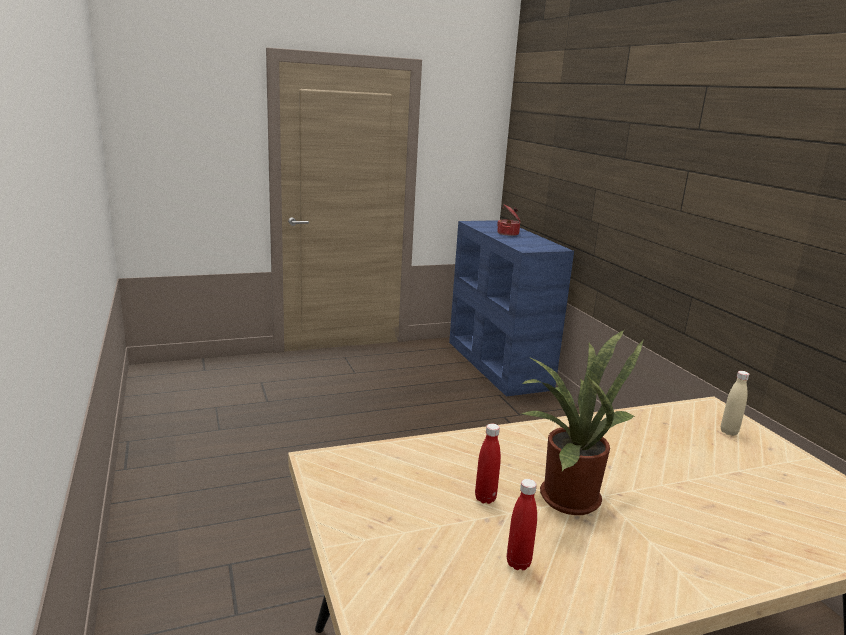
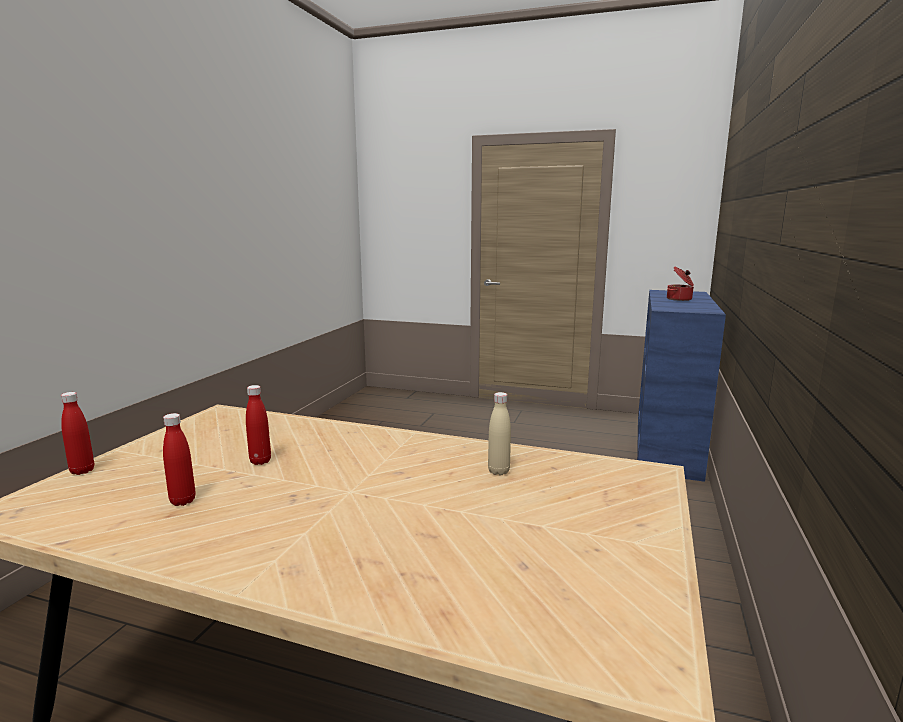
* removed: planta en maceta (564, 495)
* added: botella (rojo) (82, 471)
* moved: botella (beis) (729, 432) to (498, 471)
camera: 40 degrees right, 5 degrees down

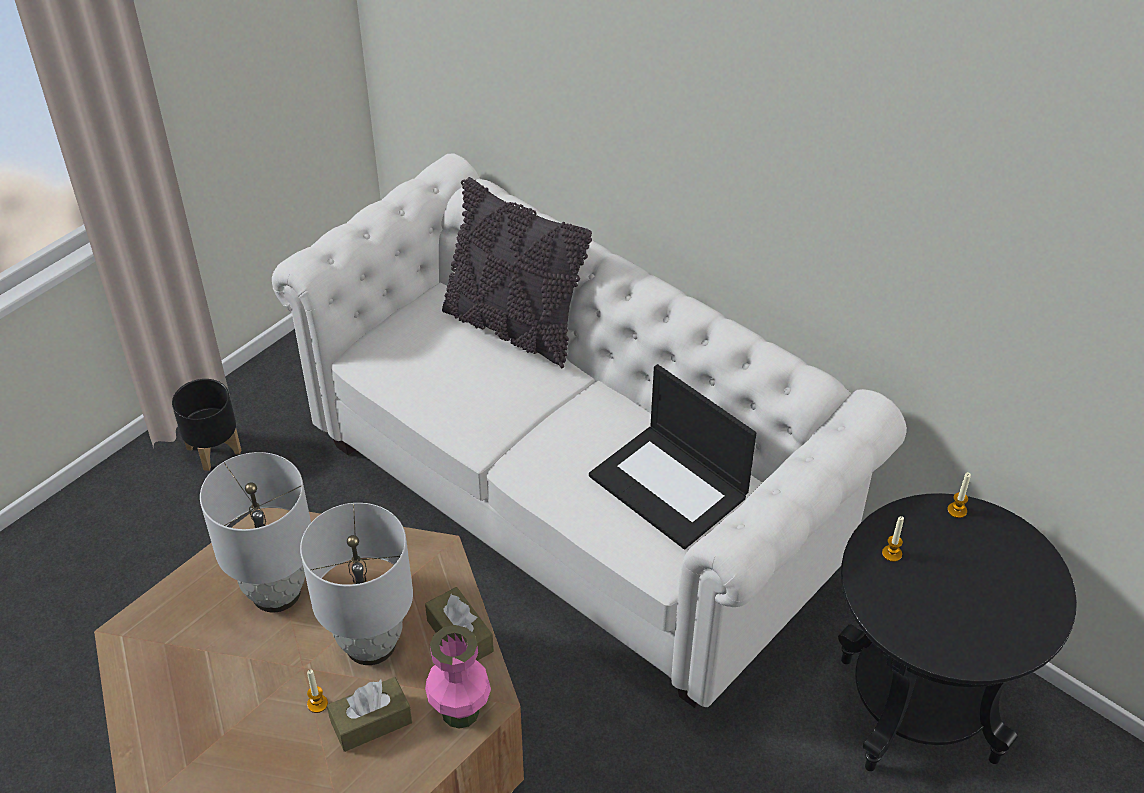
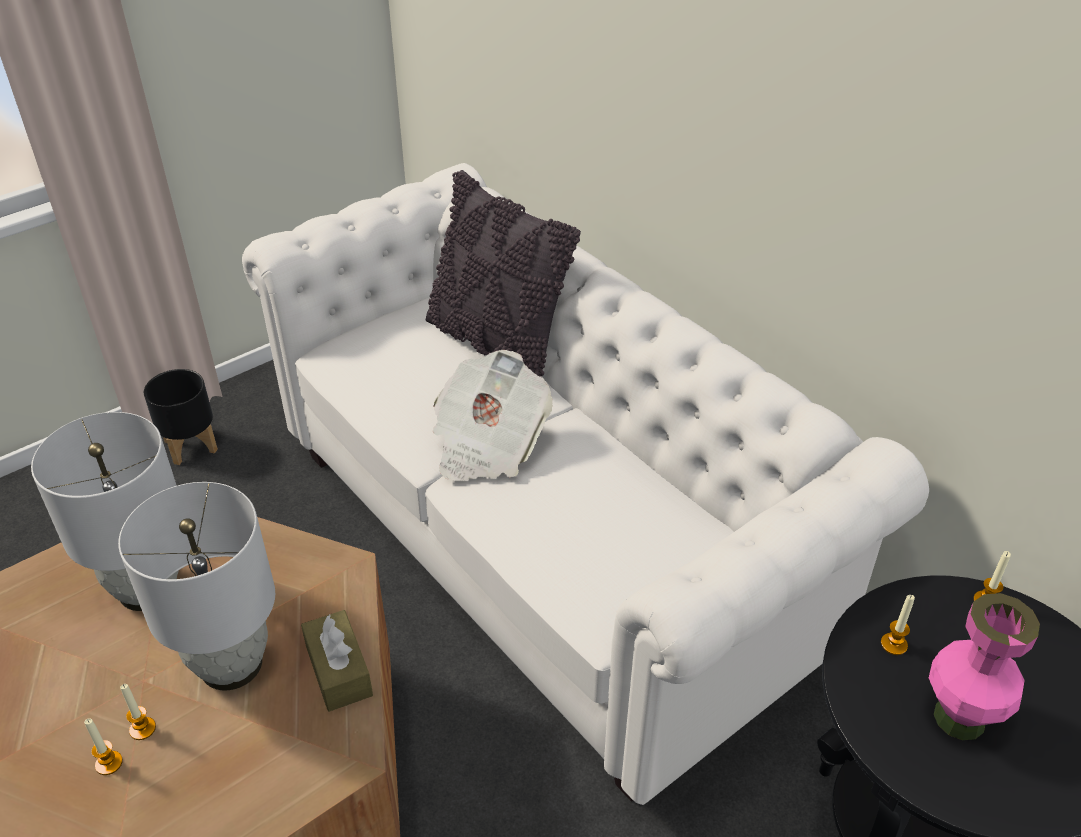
* removed: caja de pañuelos (marrón) (371, 722)
* removed: portátil (670, 486)
* added: vela (109, 763)
* added: periódico (488, 443)
* moved: florero (rosa) (461, 711) to (960, 718)
camera: 10 degrees right, 5 degrees down

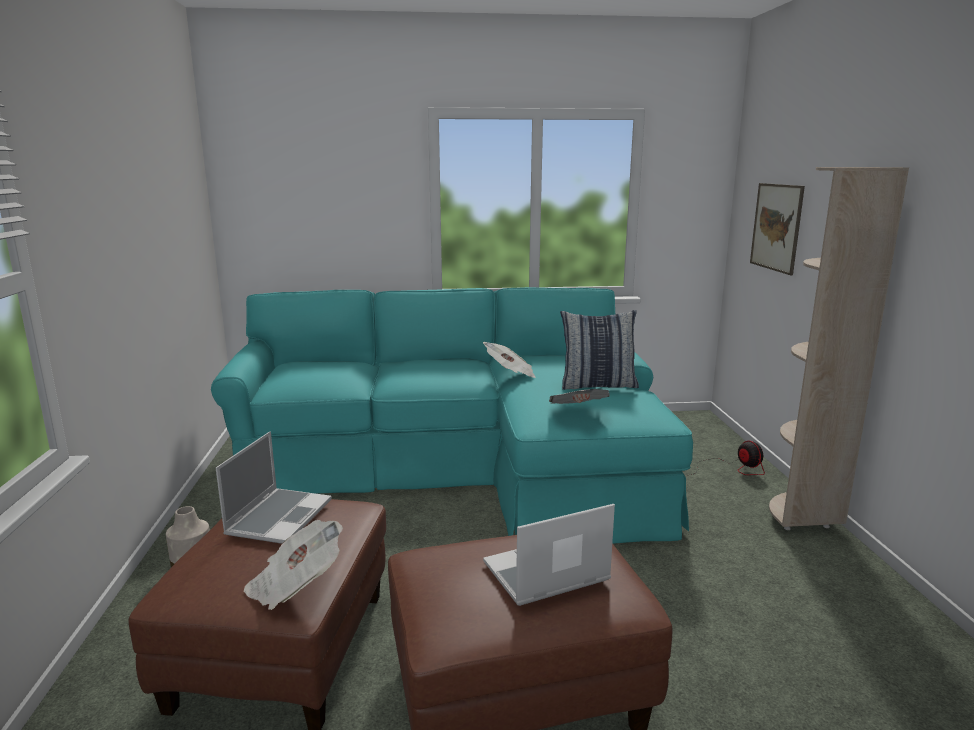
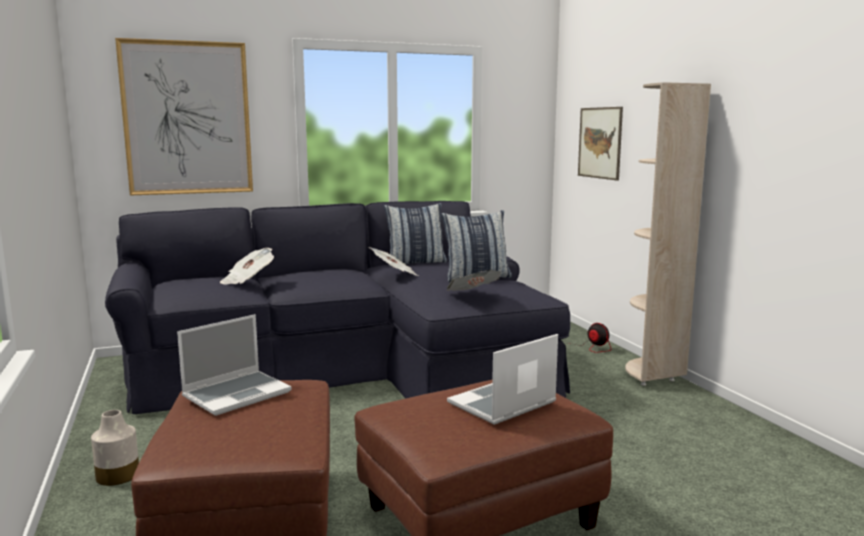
* added: cuadro (187, 118)
* added: cojín (416, 262)
* moved: periódico (295, 585) to (247, 280)
* recoloured: sofá (turquesa) (464, 465) to sofá (negro) (351, 368)
* turned: portátil (279, 517) = (237, 394) 45 degrees clockwise
camera: 15 degrees left, 5 degrees down

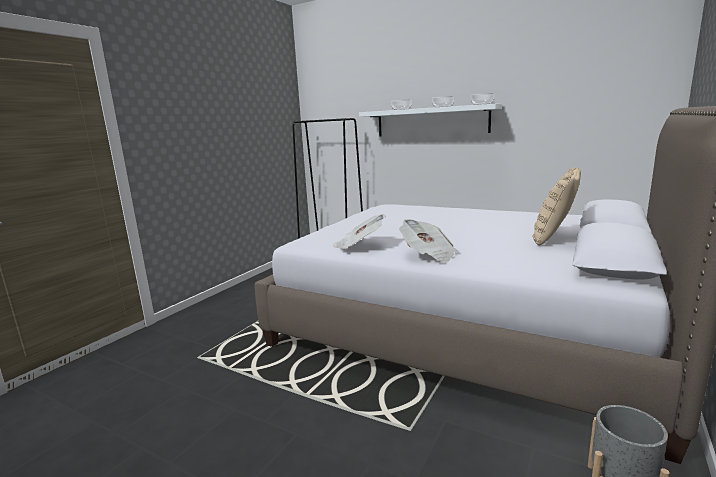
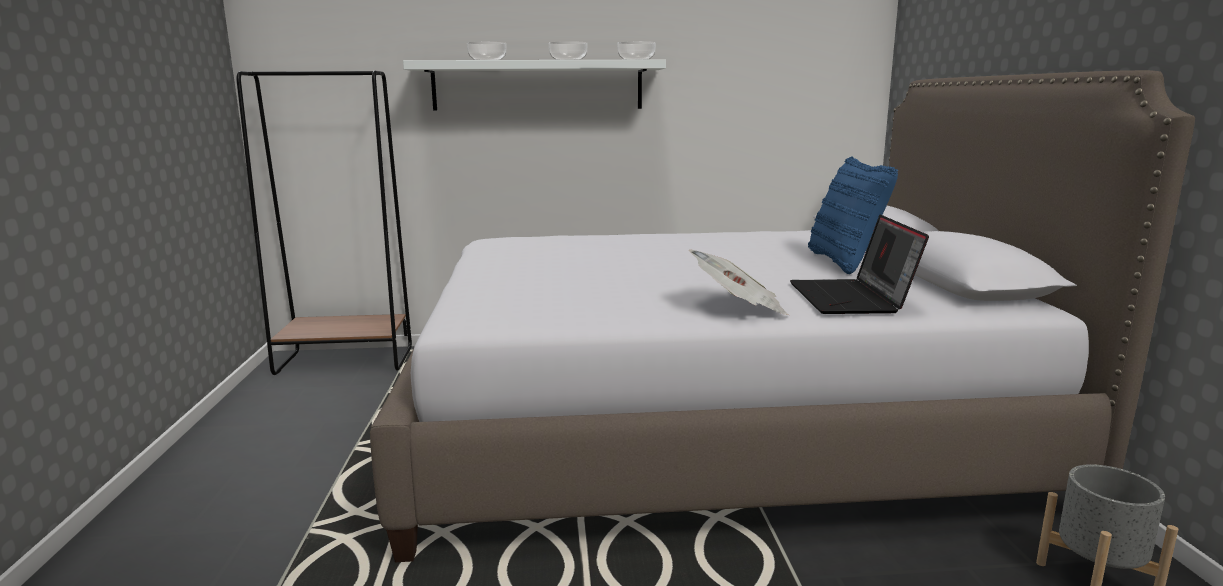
* removed: periódico (359, 246)
* added: portátil (852, 299)
* recoloured: cojín (beis) (554, 238) to cojín (azul) (845, 263)
camera: 35 degrees left, 0 degrees up

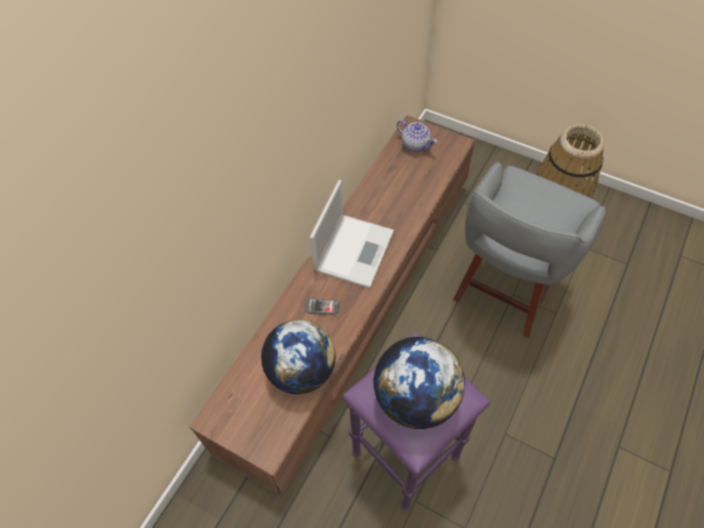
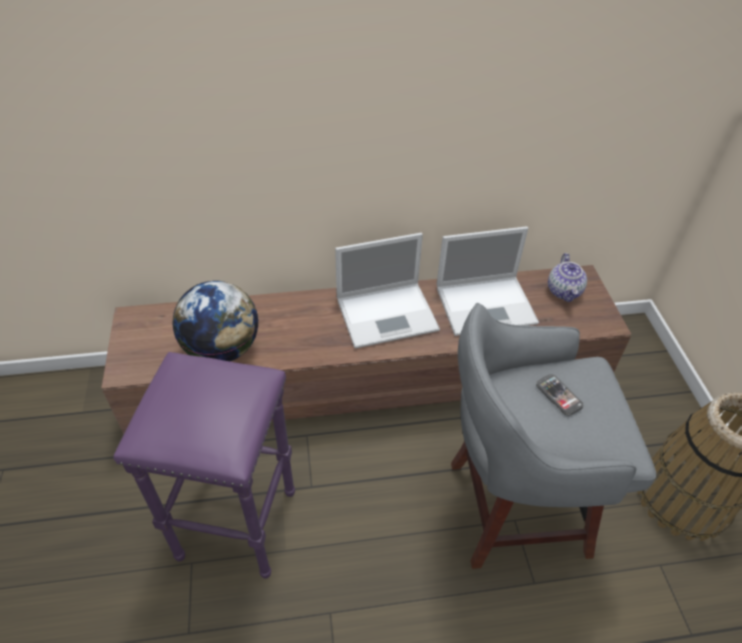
* removed: globo terráqueo (416, 399)
* added: portátil (487, 305)
* moved: móvil (322, 307) to (558, 395)
camera: 50 degrees right, 10 degrees down

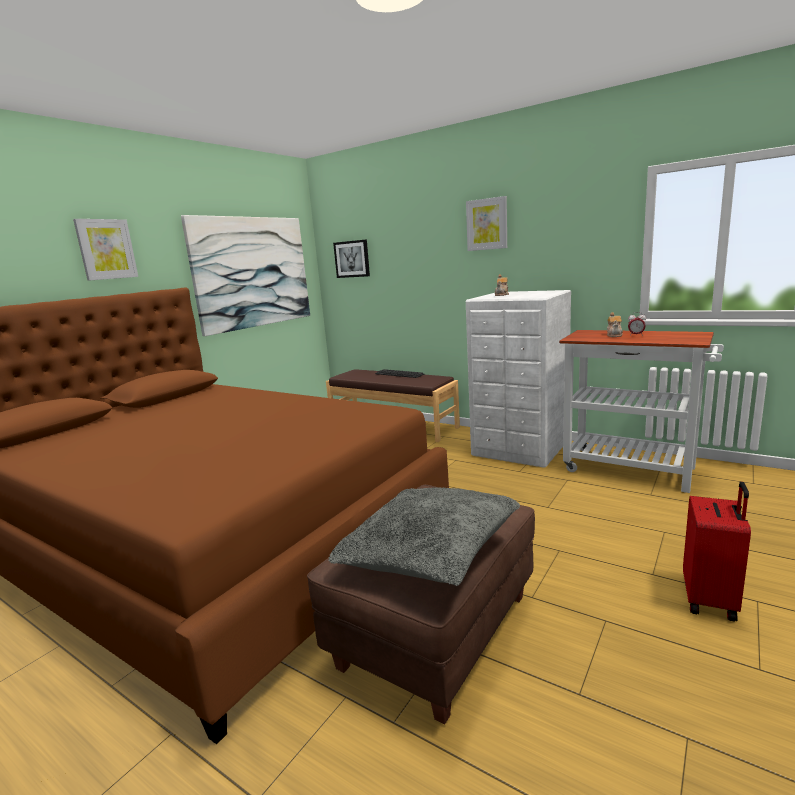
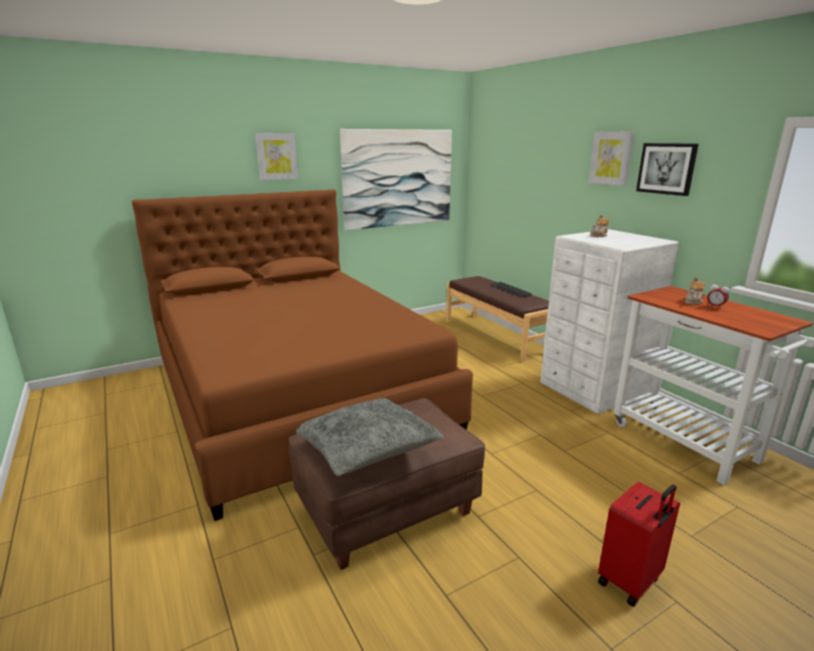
* moved: cuadro (352, 259) to (666, 168)
camera: 25 degrees right, 5 degrees up

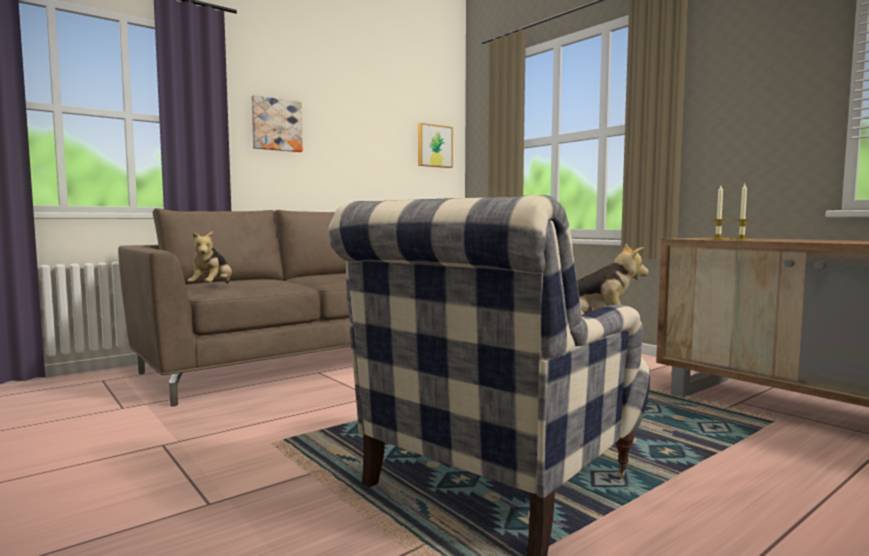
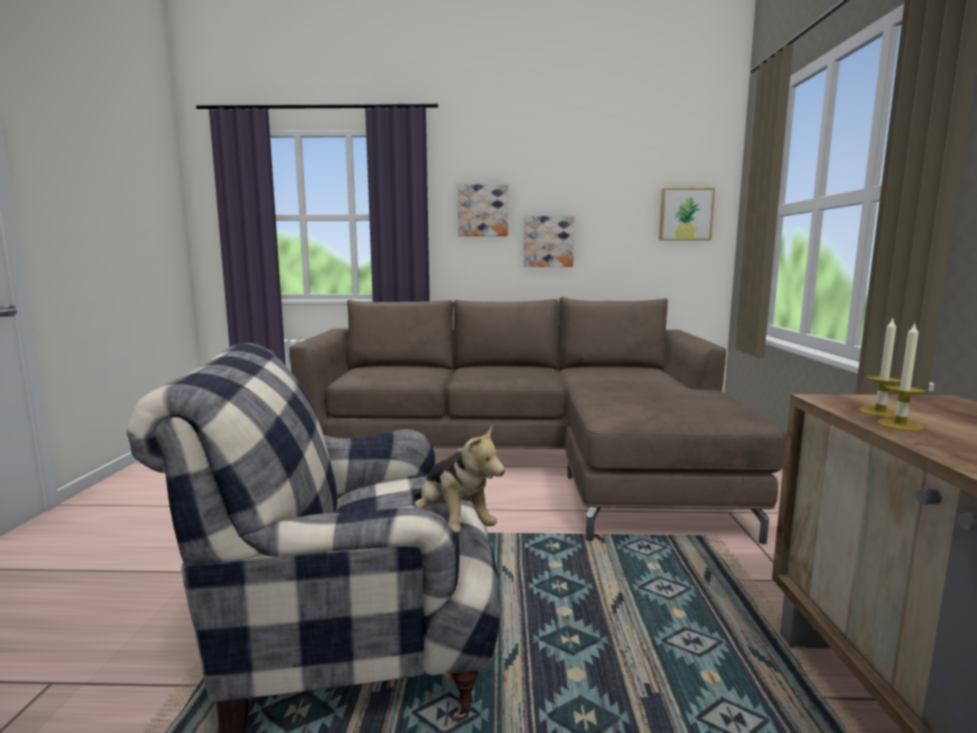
* removed: peluche (212, 287)
* added: cuadro (548, 241)
camera: 40 degrees right, 5 degrees up

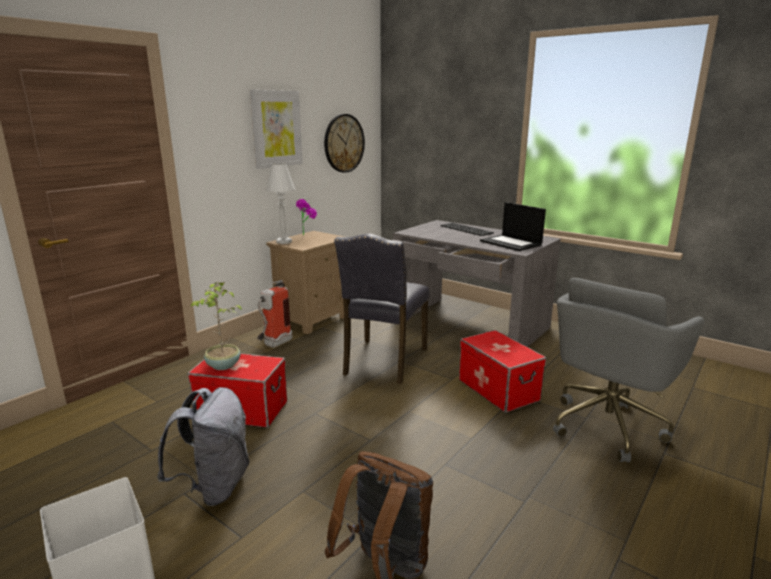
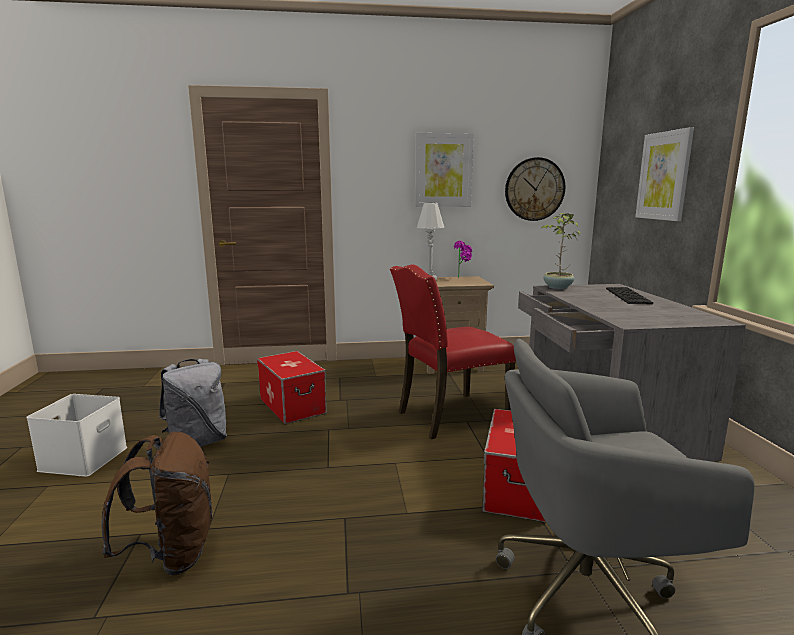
* removed: extintor (274, 345)
* removed: portátil (511, 243)
* added: cuadro (664, 176)
* moved: planta en maceta (223, 366) to (557, 287)
* recoloured: silla (gris) (383, 362) to silla (rojo) (449, 416)
camera: 45 degrees right, 5 degrees down

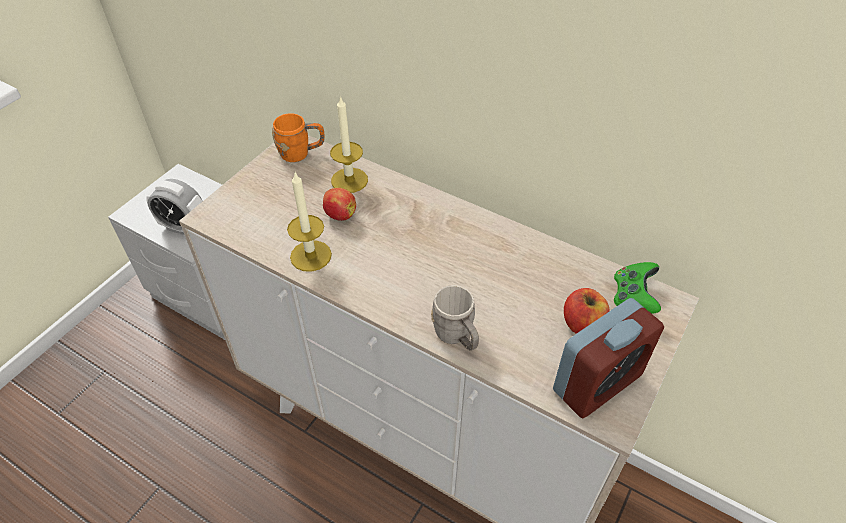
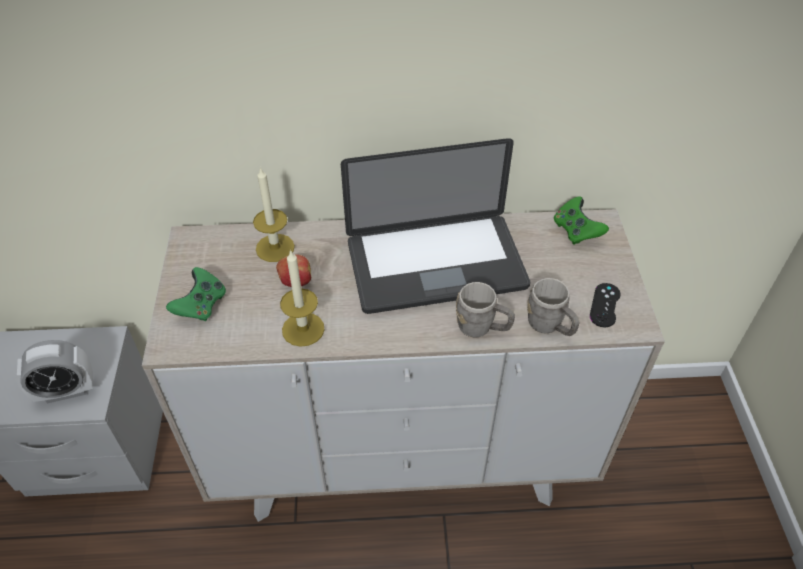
* removed: taza grande (naranja) (301, 153)
* removed: manzana (582, 324)
* added: mando de consola (verde) (201, 306)
* added: portátil (436, 265)
* added: taza grande (gris) (550, 326)
* replaced: despertador (597, 383) to mando de consola (negro) (605, 305)
camera: 35 degrees left, 0 degrees up

